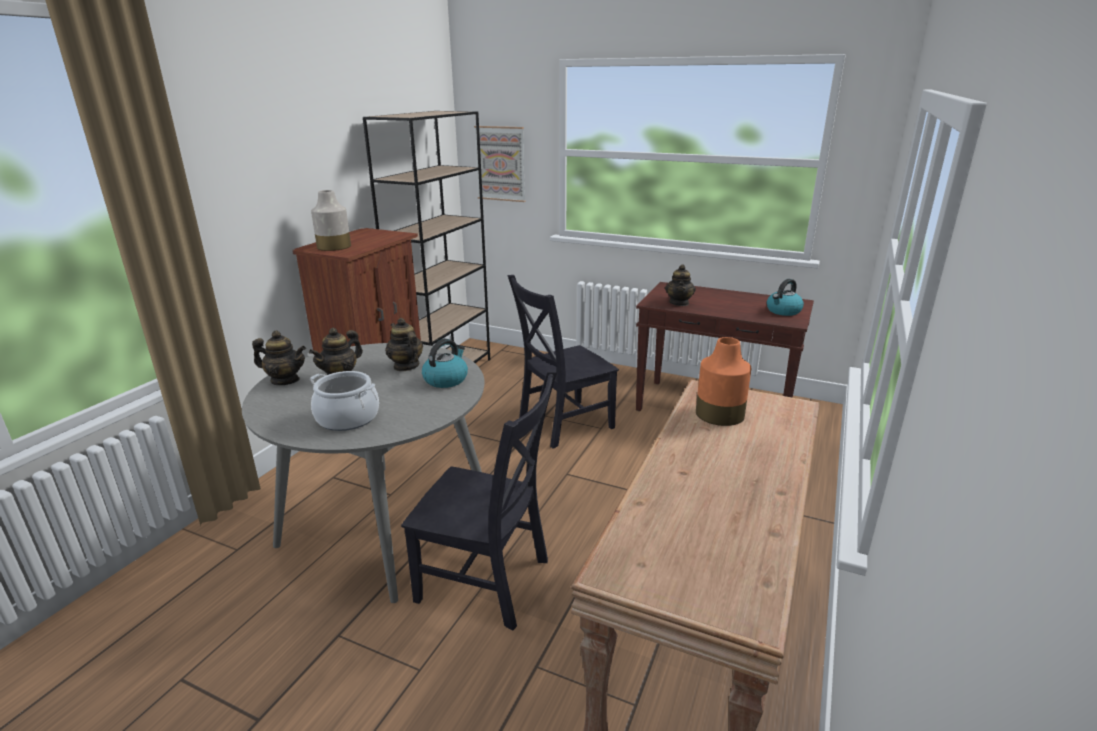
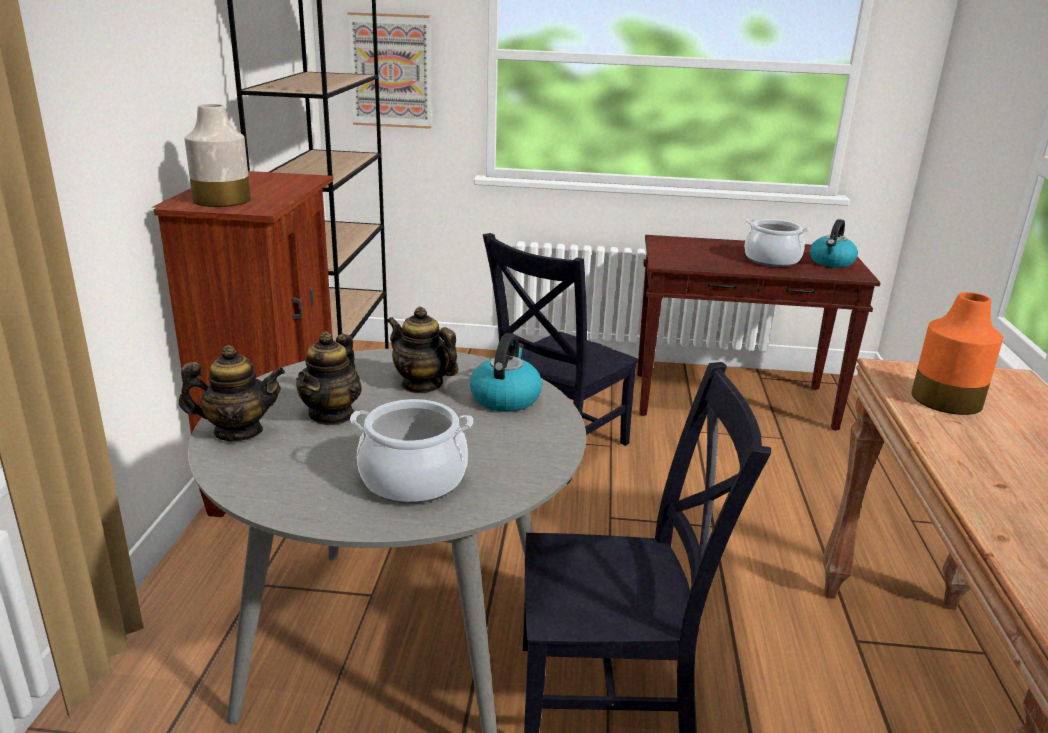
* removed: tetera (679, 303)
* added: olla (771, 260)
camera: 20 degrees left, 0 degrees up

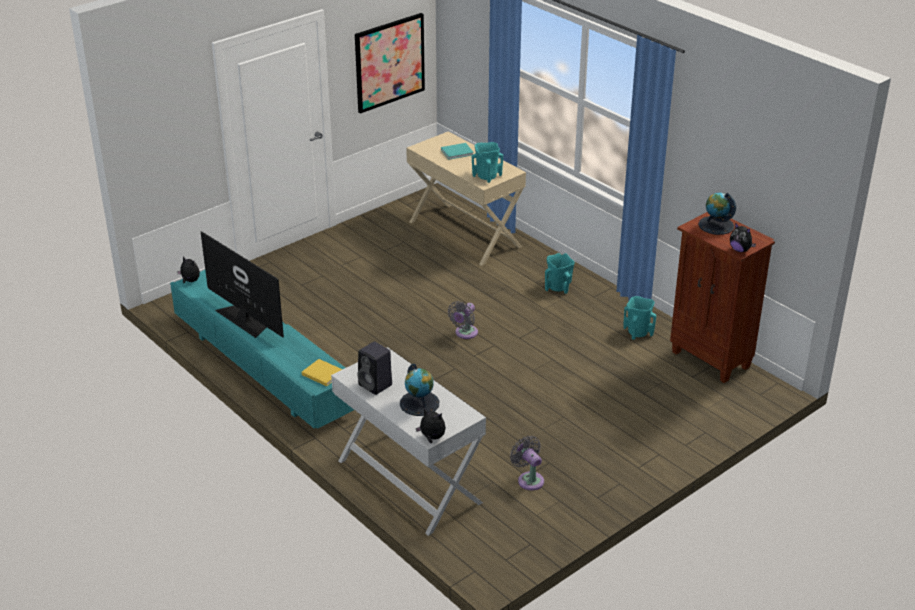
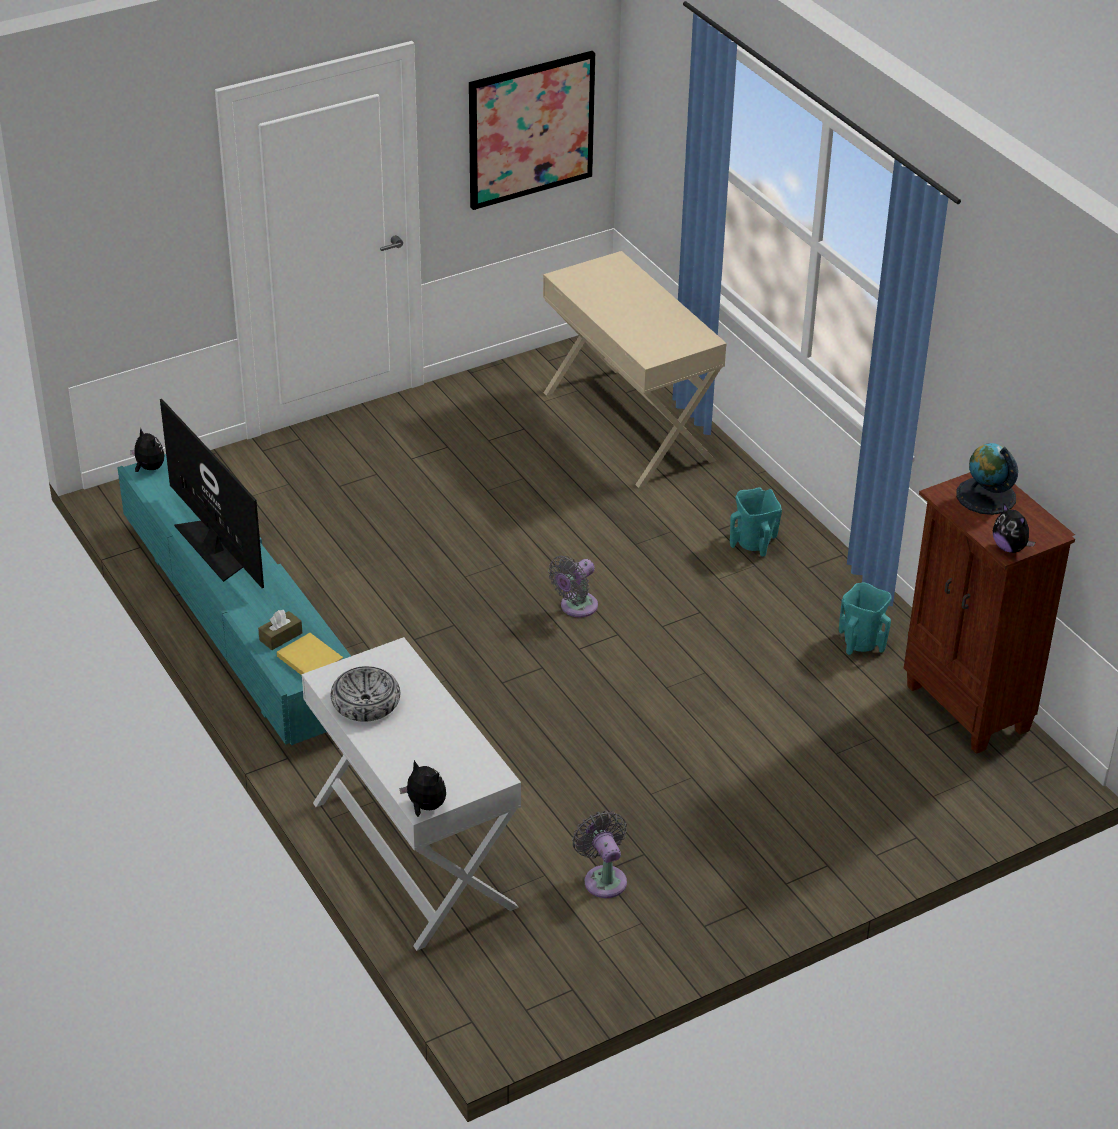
* removed: globo terráqueo (419, 403)
* removed: libro (turquesa) (458, 152)
* removed: florero (turquesa) (487, 176)
* added: caja de pañuelos (marrón) (281, 637)
* replaced: altavoz (negro) (376, 385) to cuenco (366, 702)
camera: 10 degrees right, 5 degrees up

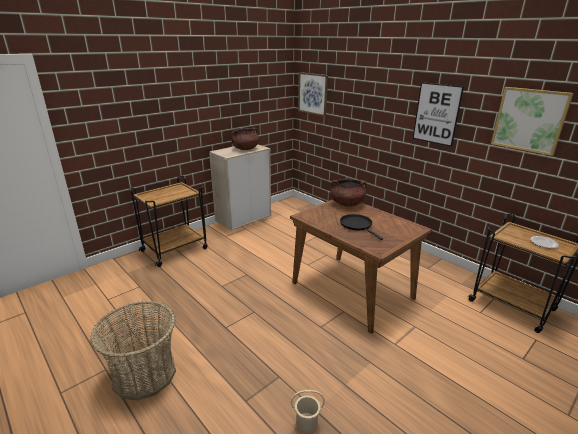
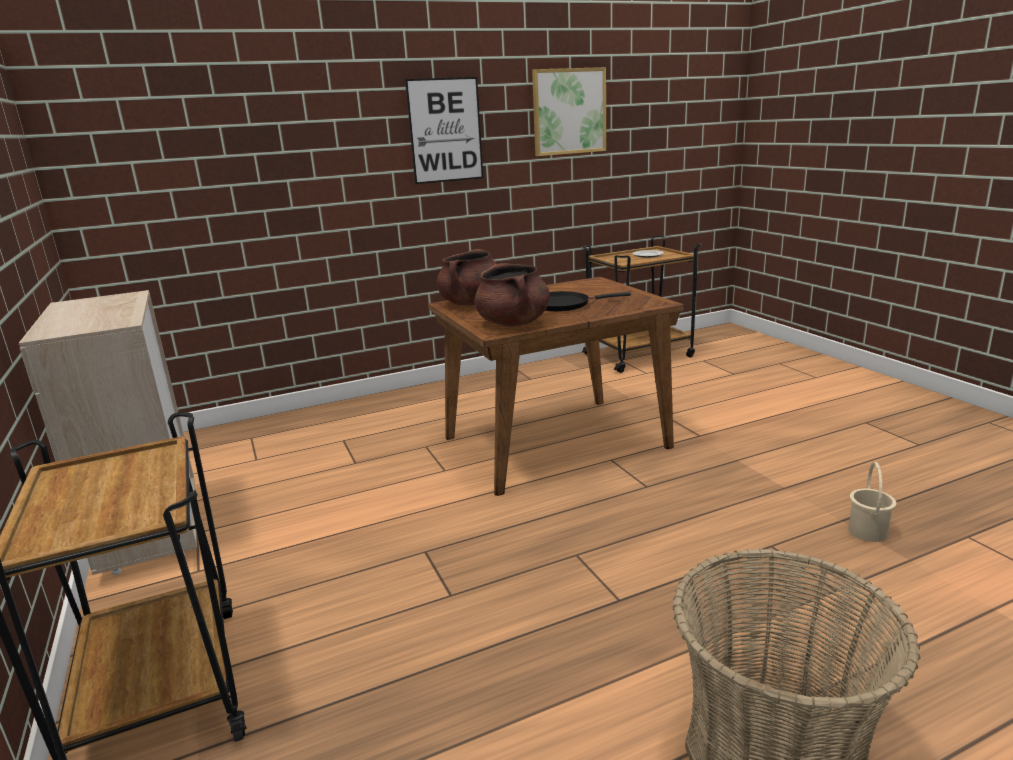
* removed: cuadro (313, 93)
* moved: olla (marrón) (245, 149) to (513, 323)
camera: 70 degrees left, 5 degrees down

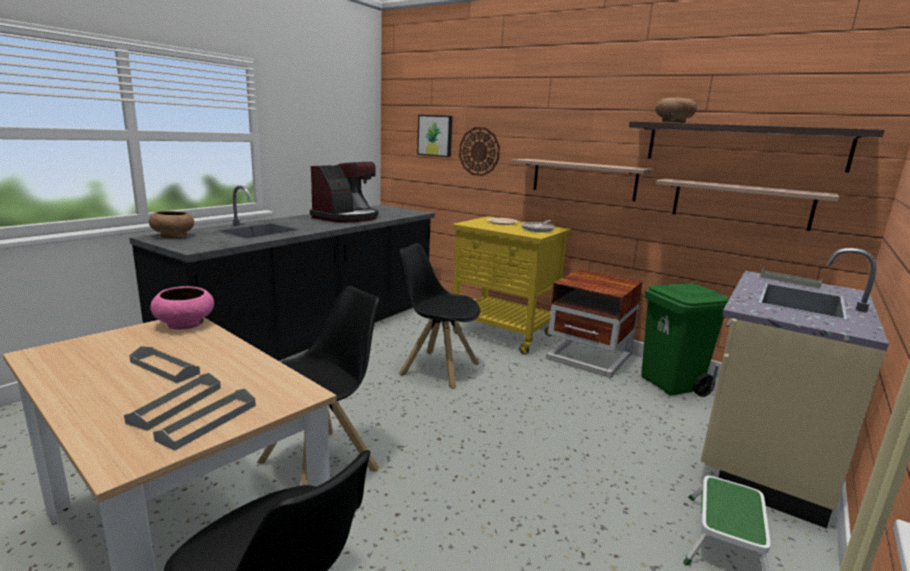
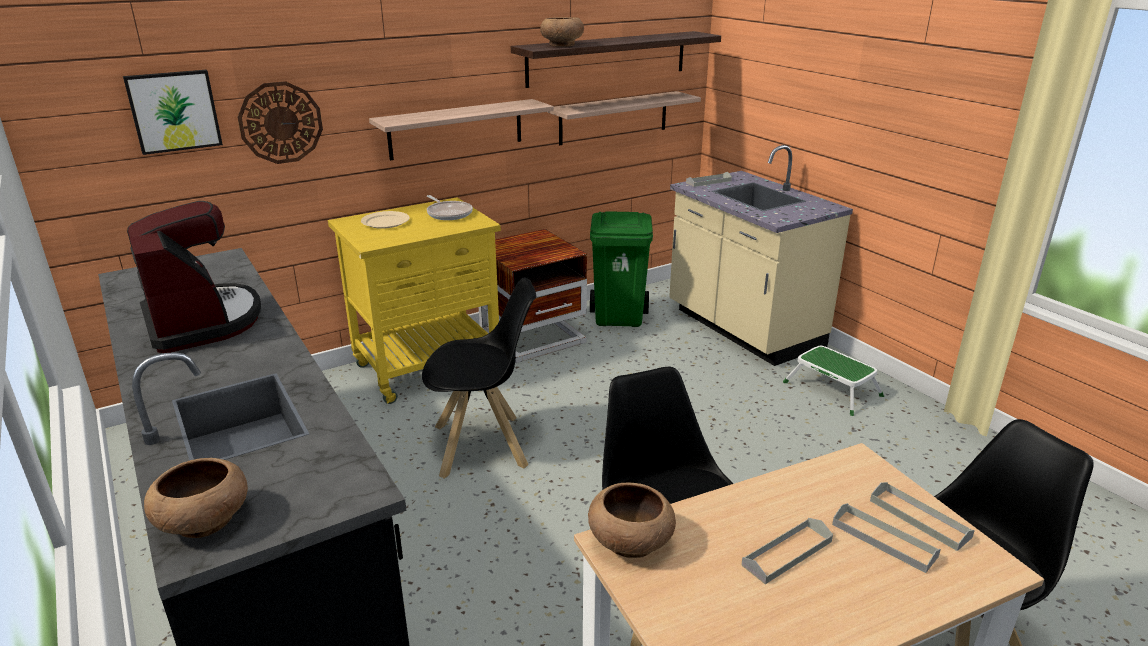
* recoloured: cuenco (rosa) (186, 324) to cuenco (marrón) (630, 541)
* turned: silla (negro) (437, 368) = (483, 445) 150 degrees counterclockwise
camera: 65 degrees left, 10 degrees up

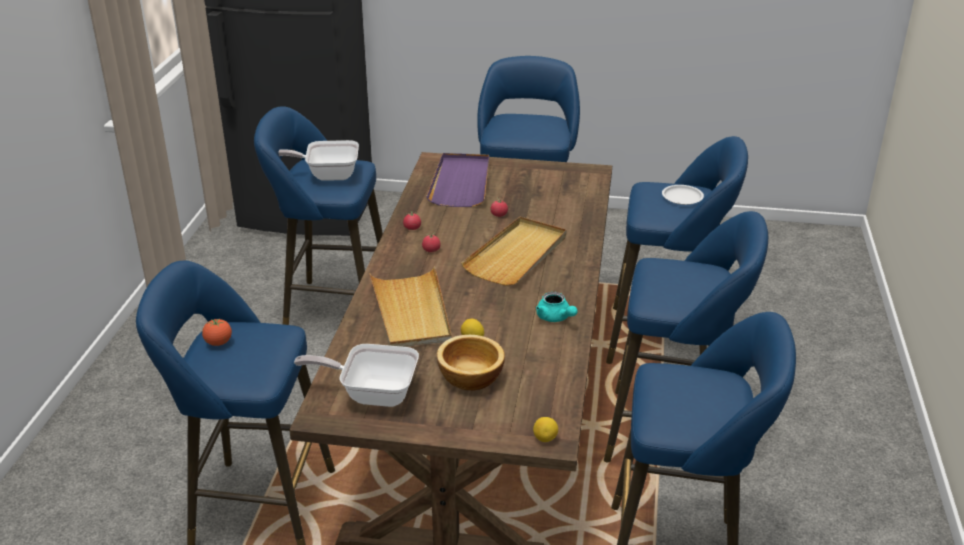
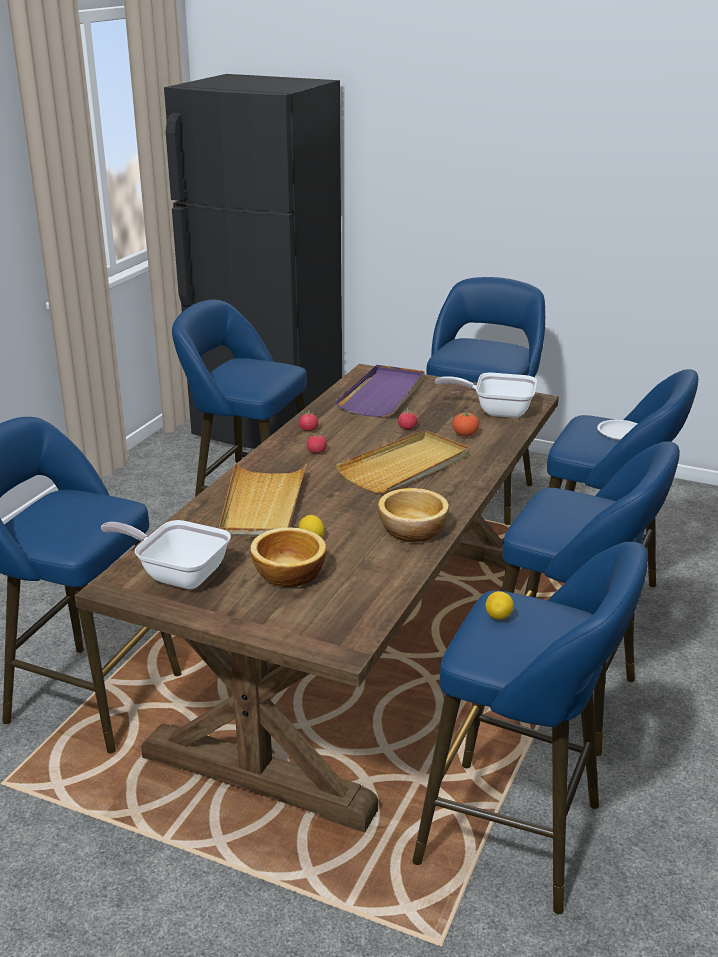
* moved: tomate (218, 343) to (465, 435)
* moved: sartén (327, 175) to (496, 411)
* moved: limón (545, 438) to (499, 617)
* replaced: tetera (turquesa) (555, 318) to cuenco (414, 531)
camera: 15 degrees right, 5 degrees down

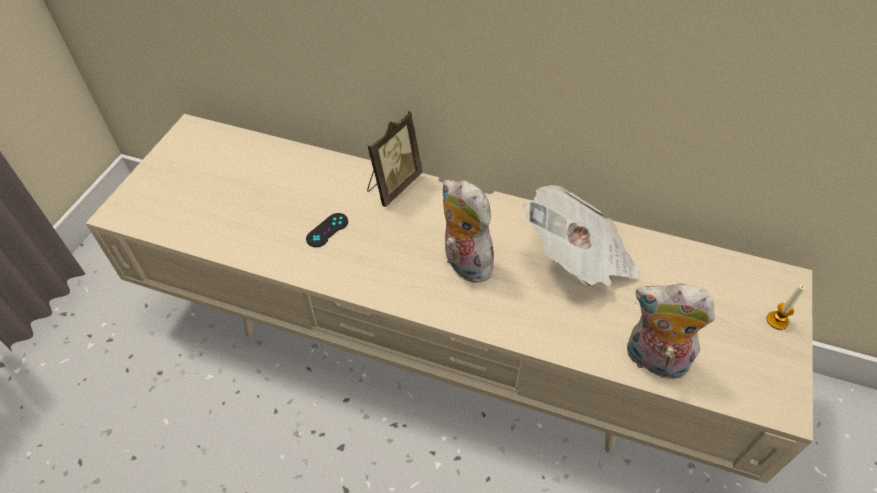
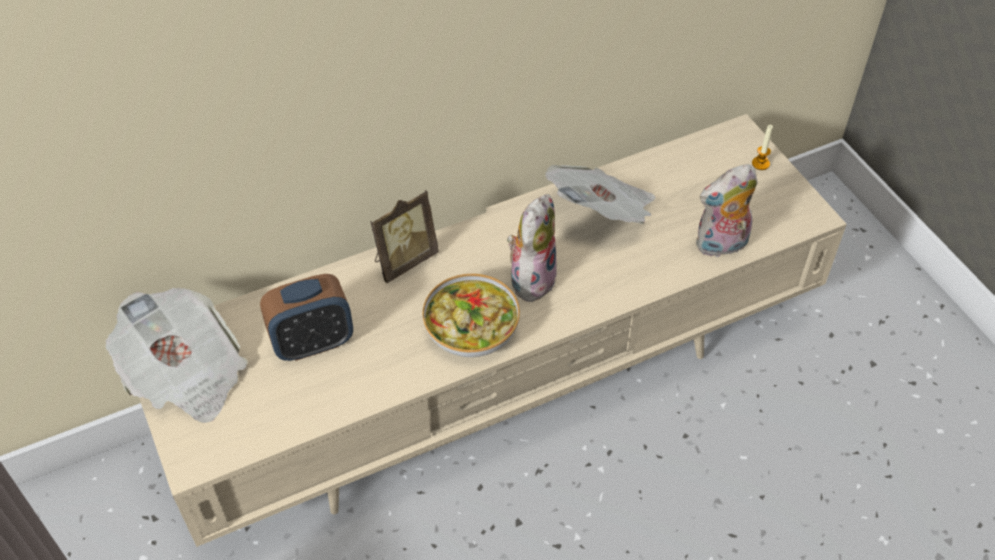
* removed: mando de consola (negro) (327, 230)
* added: periódico (186, 375)
* added: despertador (313, 342)
* added: cuenco (472, 329)
* turned: portarretratos (393, 185) = (404, 260) 60 degrees clockwise
* turned: peluche (463, 263) = (531, 277) 105 degrees clockwise
camera: 45 degrees left, 0 degrees up

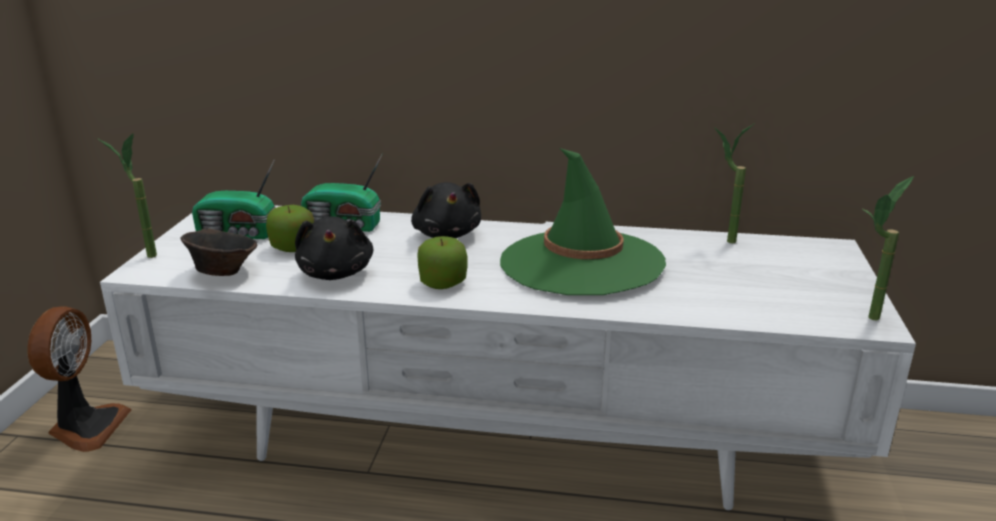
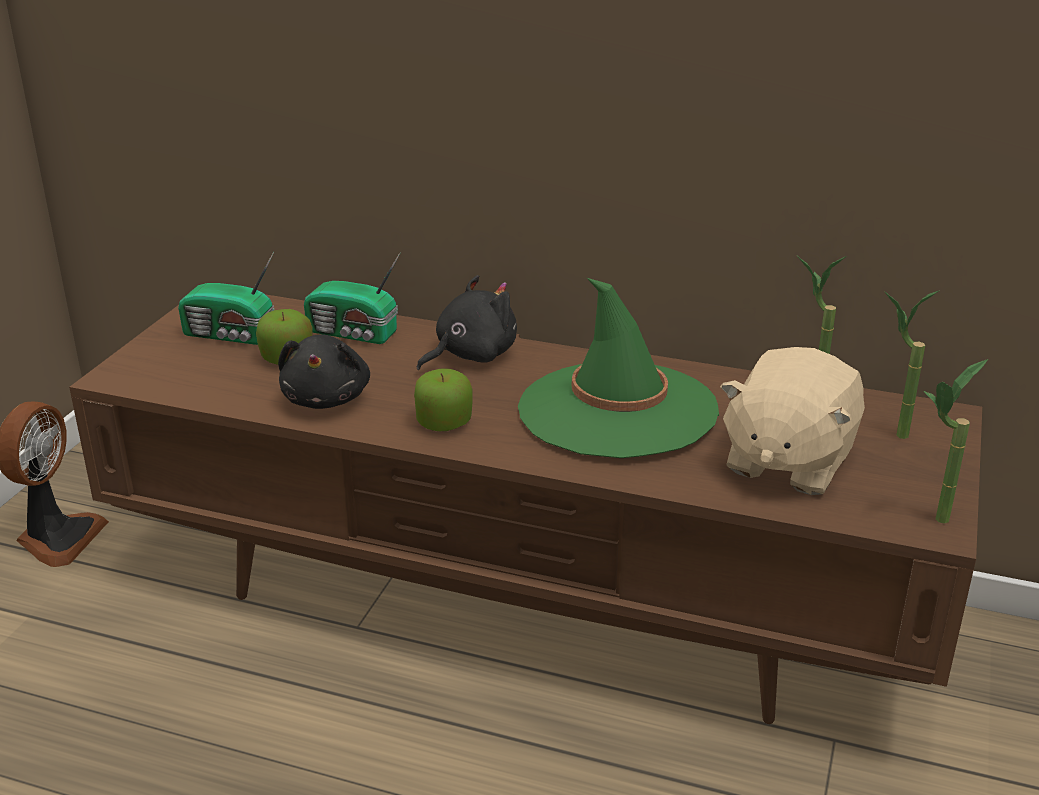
* removed: cuenco (marrón) (223, 272)
* added: peluche (beis) (787, 461)
* moved: planta en maceta (143, 254) to (889, 432)
* recoloured: mueble de televisión (blanco) (498, 433) to mueble de televisión (marrón) (521, 596)
* turned: peluche (negro) (447, 234) = (471, 355) 120 degrees counterclockwise
camera: 10 degrees right, 5 degrees up

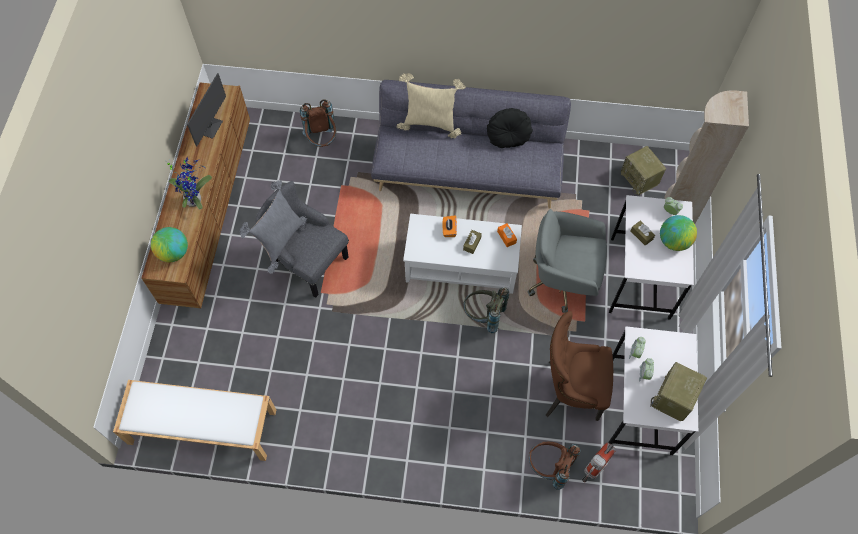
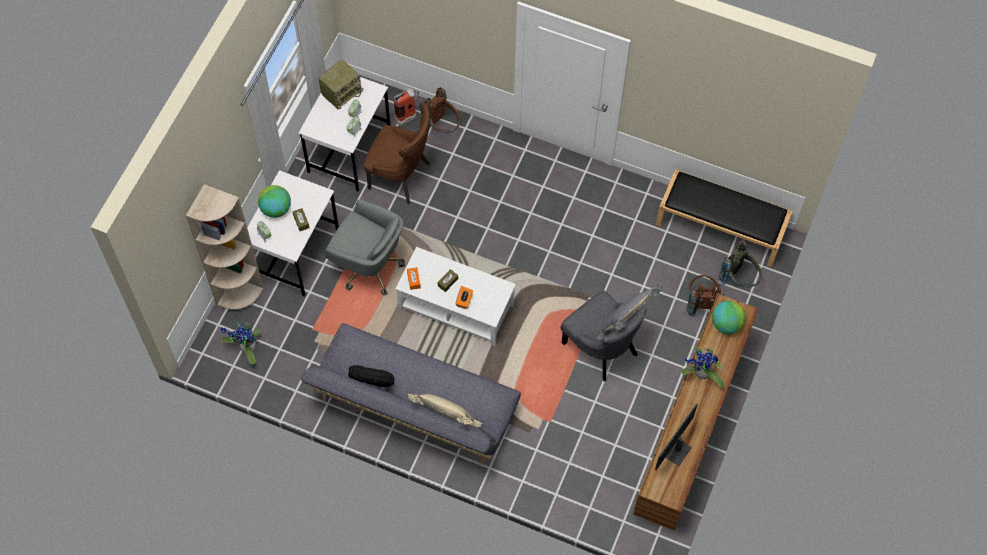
* moved: mochila (marrón) (322, 140) to (701, 302)
* moved: mochila (gris) (484, 316) to (739, 279)
* replaced: radio (640, 179) to planta en maceta (246, 348)
* recoloured: banco (blanco) (201, 427) to banco (negro) (721, 227)
camera: 165 degrees left, 0 degrees up

